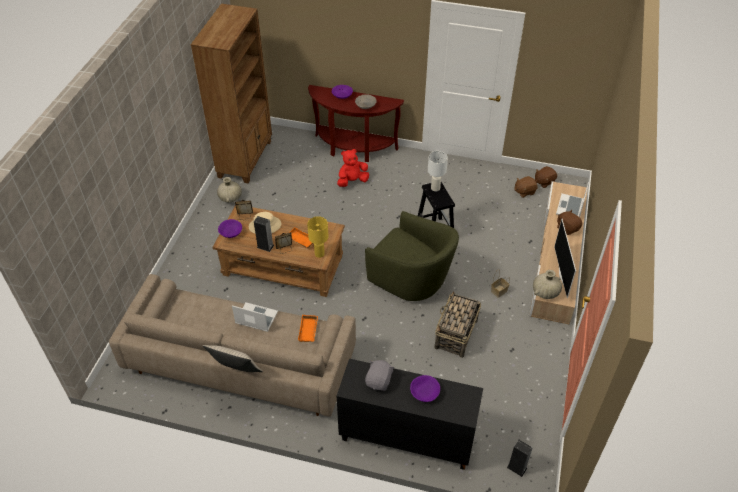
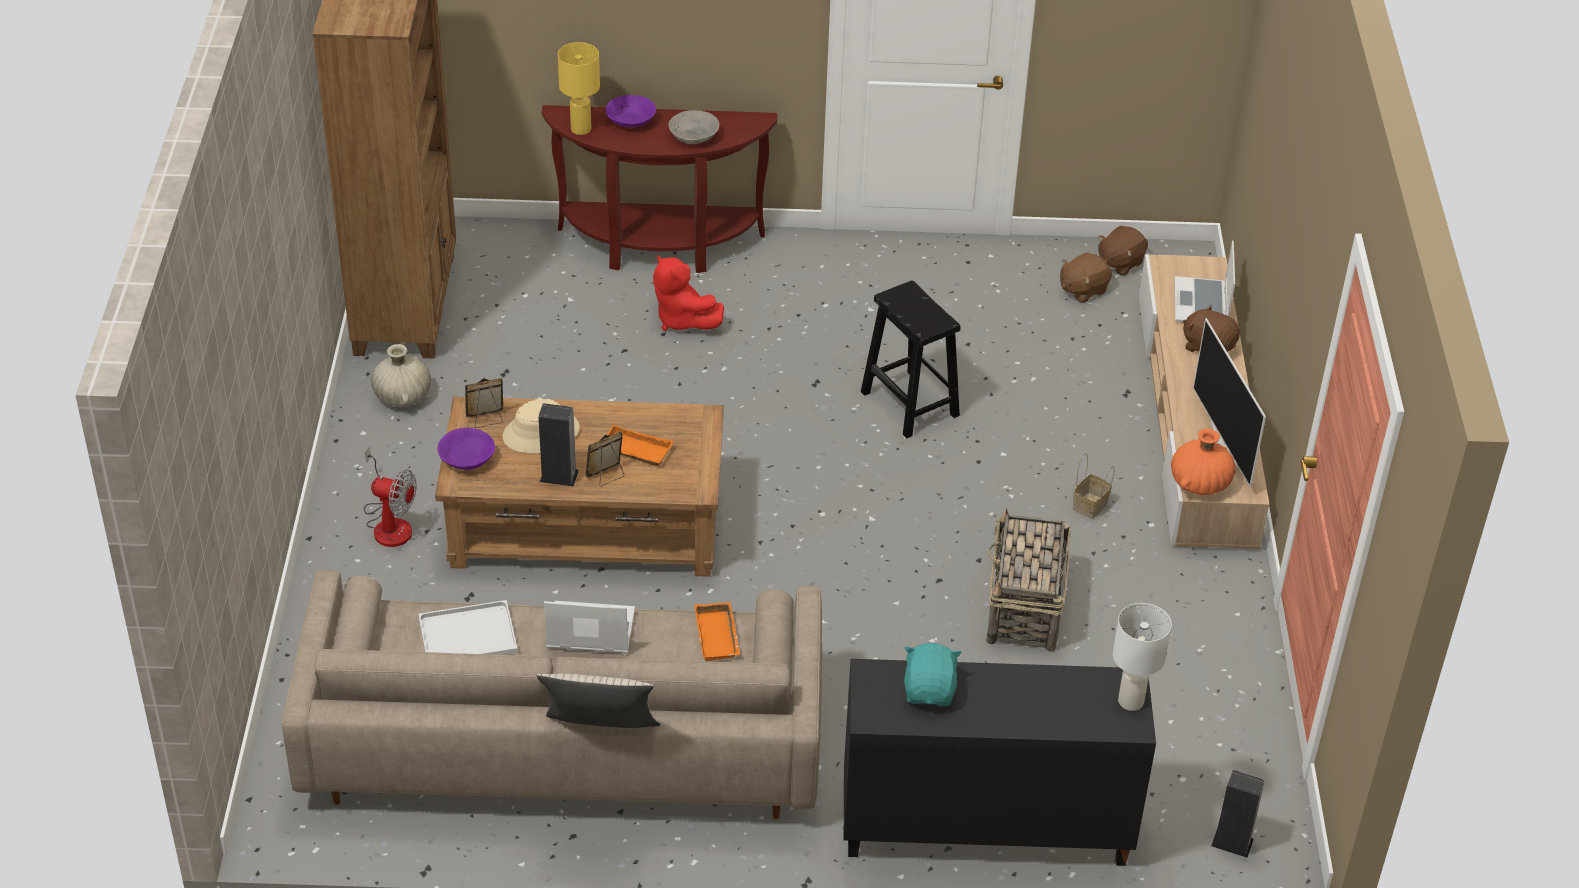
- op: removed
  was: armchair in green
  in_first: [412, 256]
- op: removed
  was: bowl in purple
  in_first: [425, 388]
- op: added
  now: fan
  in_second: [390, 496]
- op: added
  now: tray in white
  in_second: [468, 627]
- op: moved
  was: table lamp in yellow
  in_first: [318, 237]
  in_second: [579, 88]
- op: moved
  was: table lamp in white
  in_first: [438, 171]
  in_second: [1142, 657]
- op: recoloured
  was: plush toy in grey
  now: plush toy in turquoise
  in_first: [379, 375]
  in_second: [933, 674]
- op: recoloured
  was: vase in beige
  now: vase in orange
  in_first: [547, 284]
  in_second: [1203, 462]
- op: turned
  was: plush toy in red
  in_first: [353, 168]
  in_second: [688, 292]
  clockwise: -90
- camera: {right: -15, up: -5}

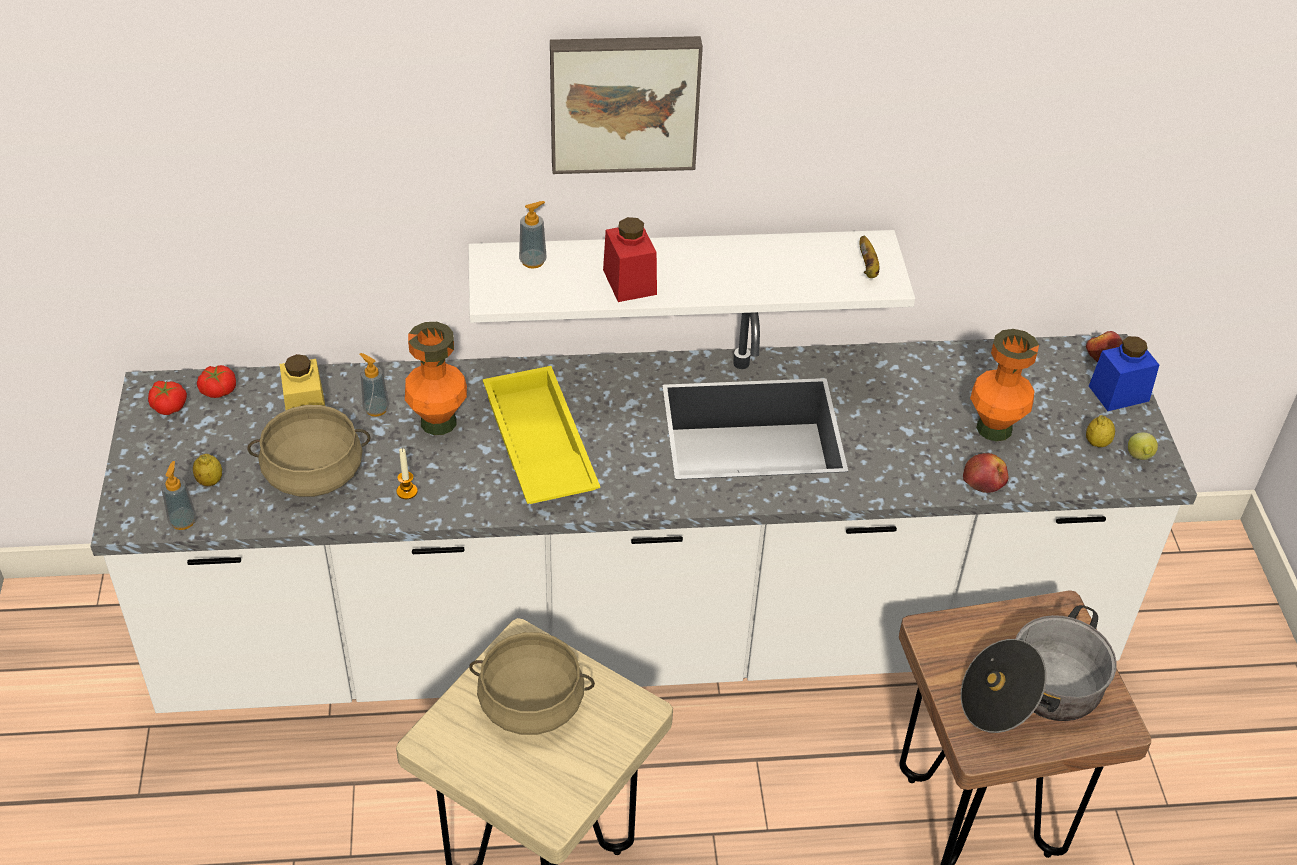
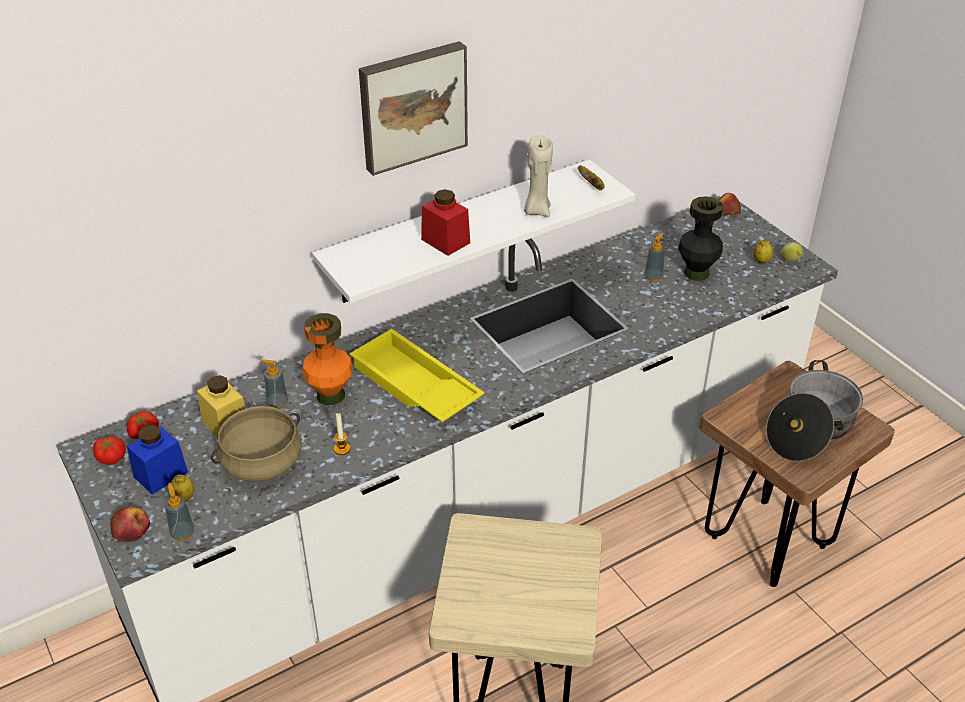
- op: removed
  was: cooking pot in beige
  in_first: [532, 683]
- op: added
  now: candle in beige
  in_second: [538, 176]
- op: moved
  was: soap dispenser
  in_first: [533, 235]
  in_second: [655, 257]
- op: moved
  was: apple
  in_first: [986, 473]
  in_second: [130, 524]
- op: moved
  was: jar in blue
  in_first: [1124, 373]
  in_second: [157, 460]
- op: recoloured
  was: vase in orange
  now: vase in black
  in_first: [1004, 385]
  in_second: [700, 238]
- camera: {right: -25, up: -5}

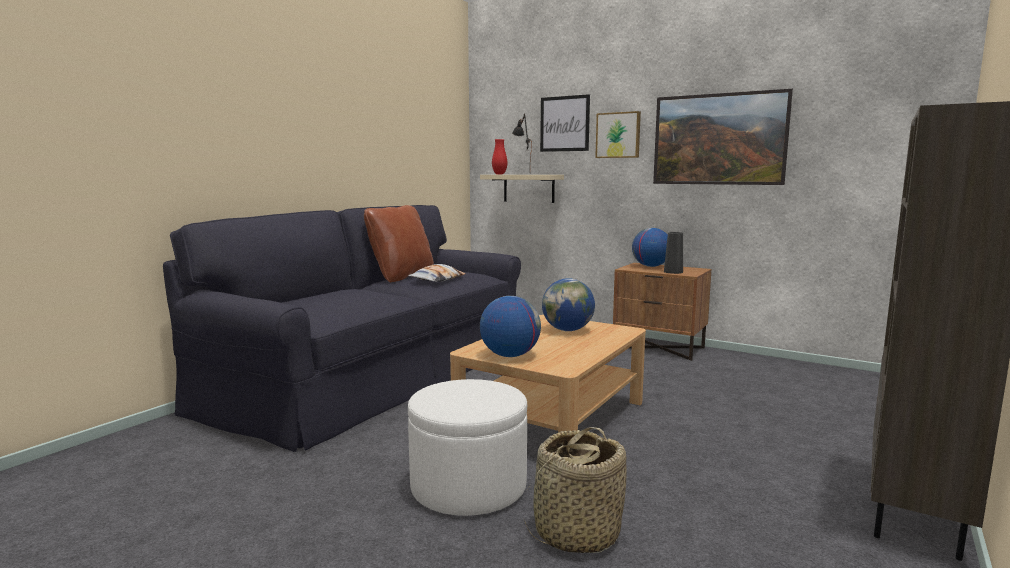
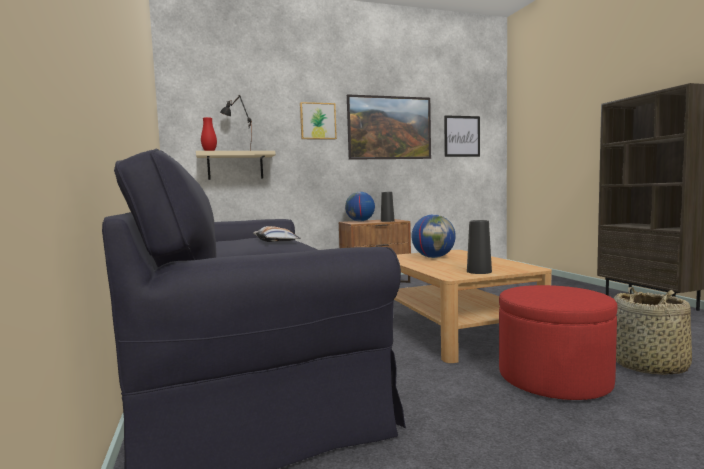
- op: removed
  was: pillow in brown
  in_first: [399, 244]
- op: moved
  was: picture
  in_first: [565, 123]
  in_second: [462, 136]
- op: replaced
  was: globe
  now: vase in black
  in_first: [510, 326]
  in_second: [479, 247]
- op: recoloured
  was: ottoman in white
  now: ottoman in red
  in_first: [467, 447]
  in_second: [558, 342]
- camera: {right: -50, up: -5}

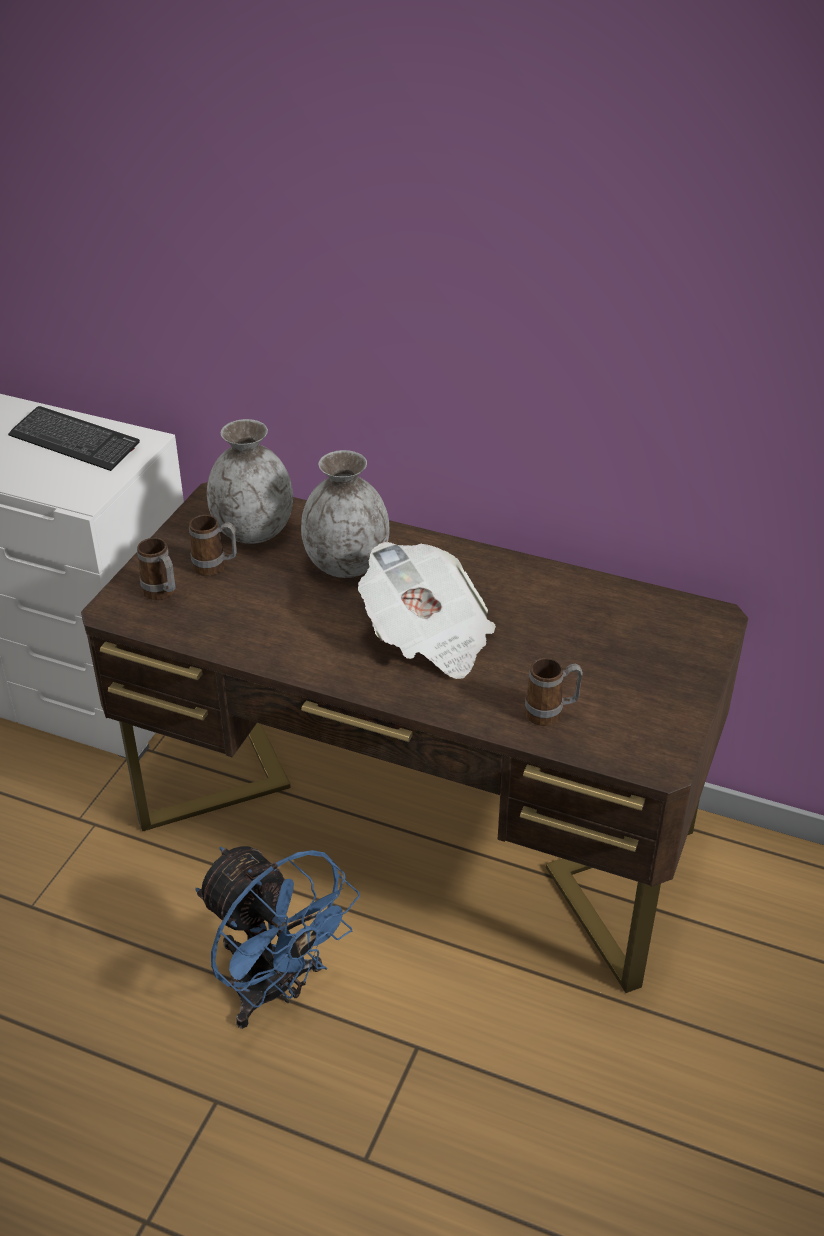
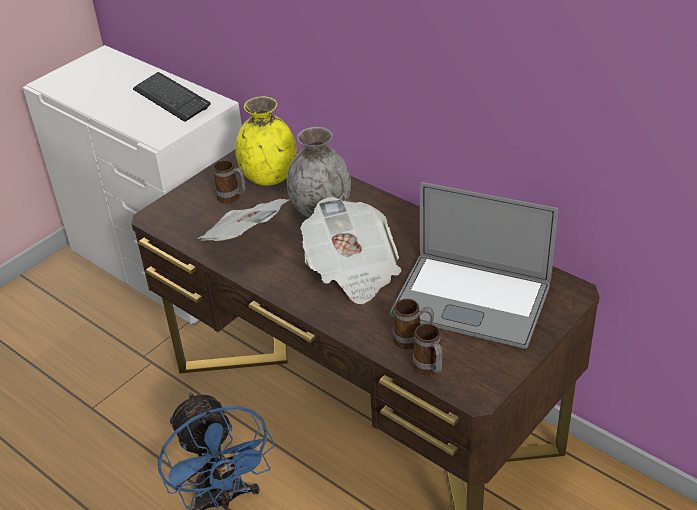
- op: added
  now: newspaper
  in_second: [243, 220]
- op: added
  now: laptop
  in_second: [474, 265]
- op: moved
  was: mug
  in_first: [156, 569]
  in_second: [427, 350]
- op: recoloured
  was: vase in grey
  now: vase in yellow
  in_first: [250, 481]
  in_second: [266, 141]
- camera: {right: 20, up: 0}

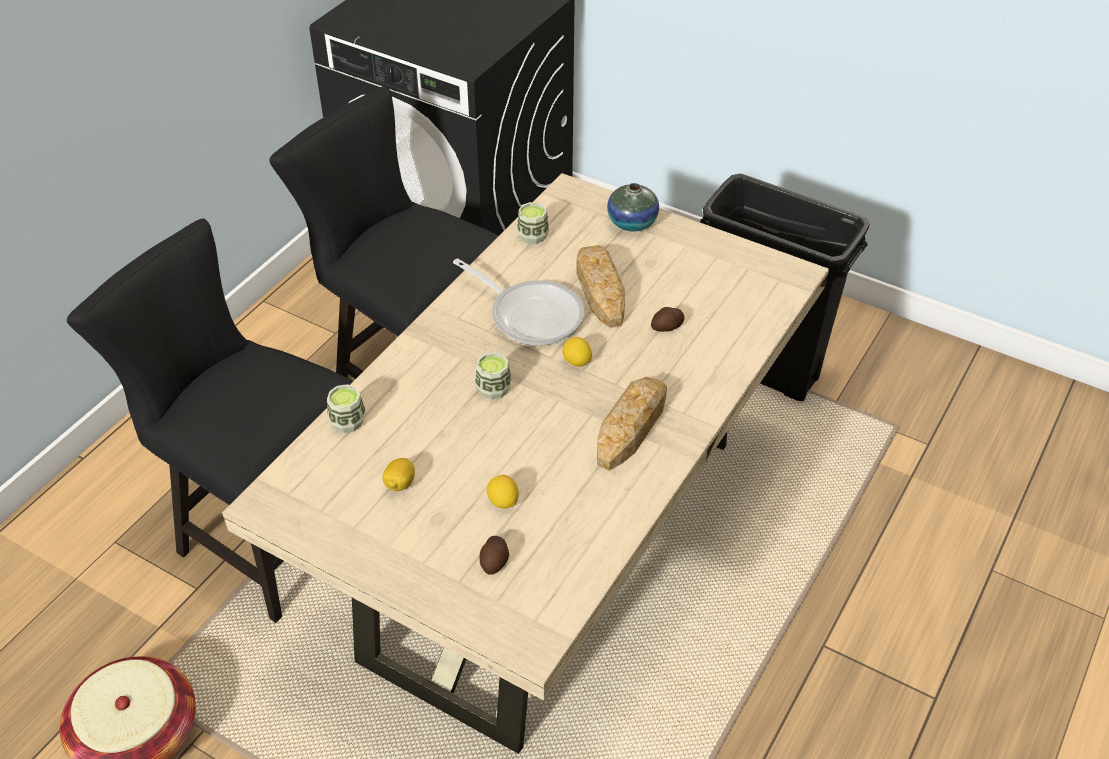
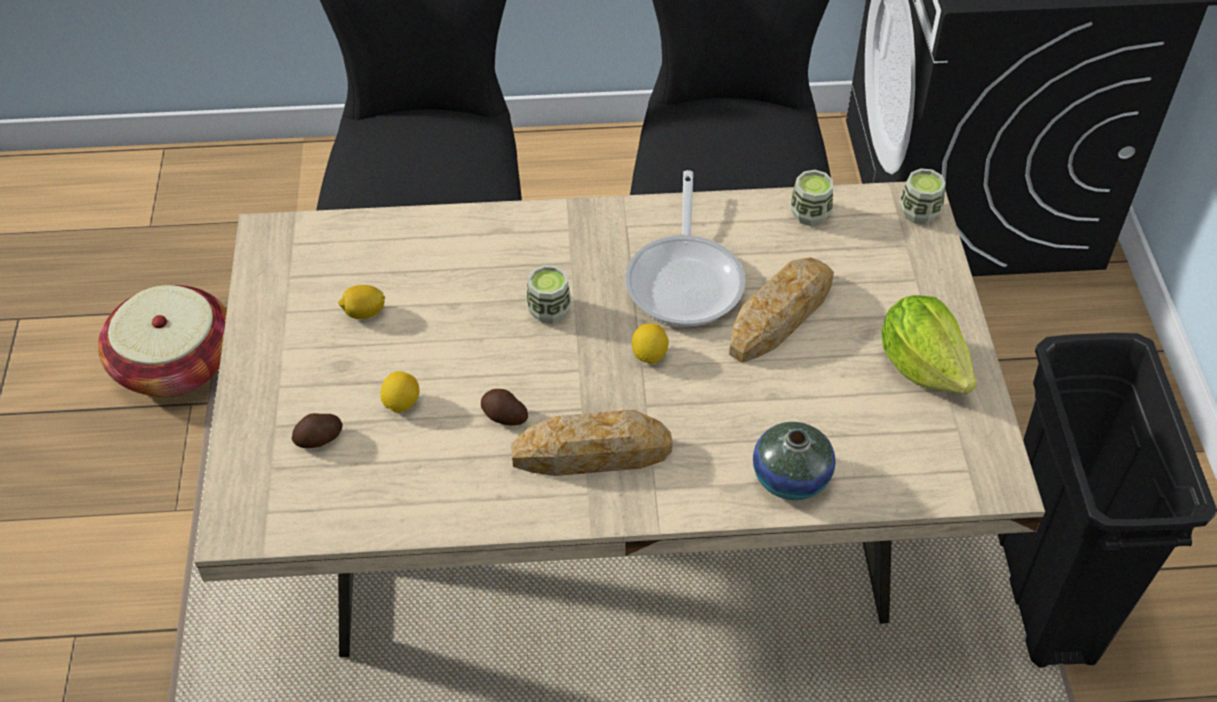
- op: added
  now: lettuce
  in_second: [929, 344]
- op: moved
  was: cup
  in_first: [346, 408]
  in_second: [922, 196]
- op: moved
  was: vase
  in_first: [633, 207]
  in_second: [794, 461]
- op: moved
  was: potato
  in_first: [667, 319]
  in_second: [504, 407]
- camera: {right: 55, up: 5}

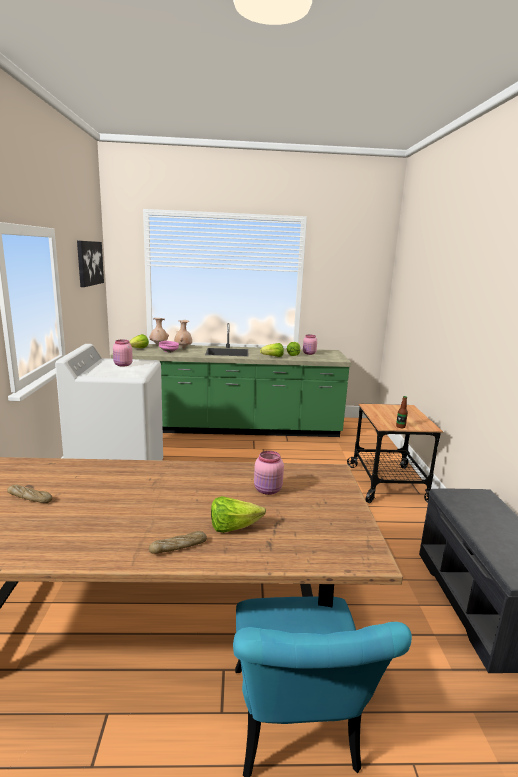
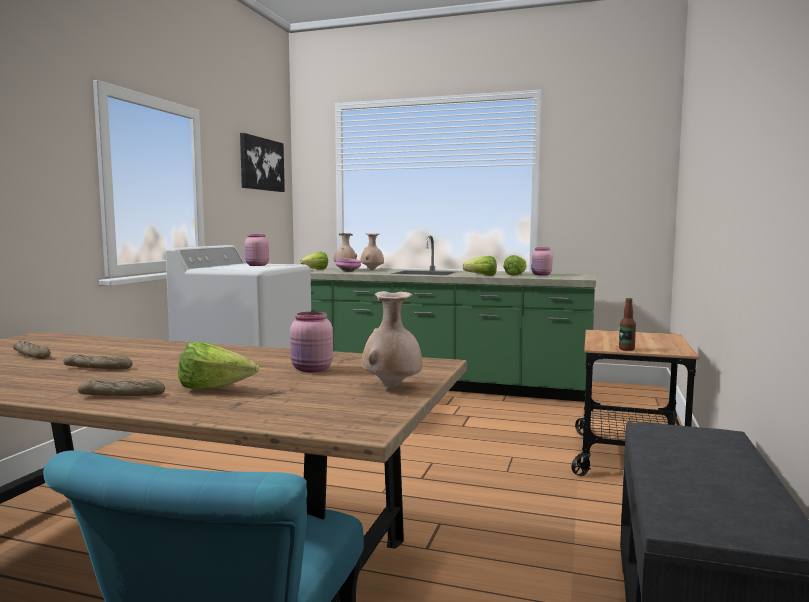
- op: added
  now: bread
  in_second: [98, 361]
- op: added
  now: vase in beige
  in_second: [391, 339]
- camera: {right: 20, up: -10}

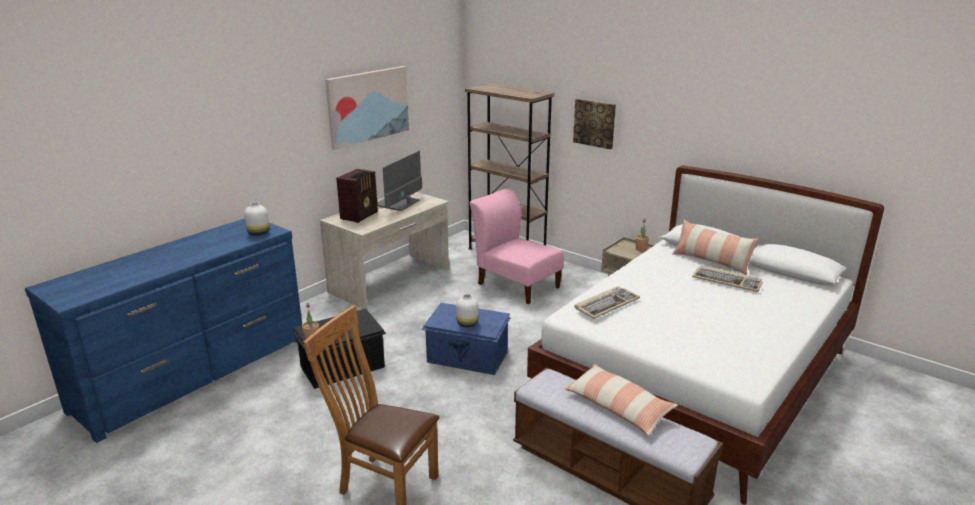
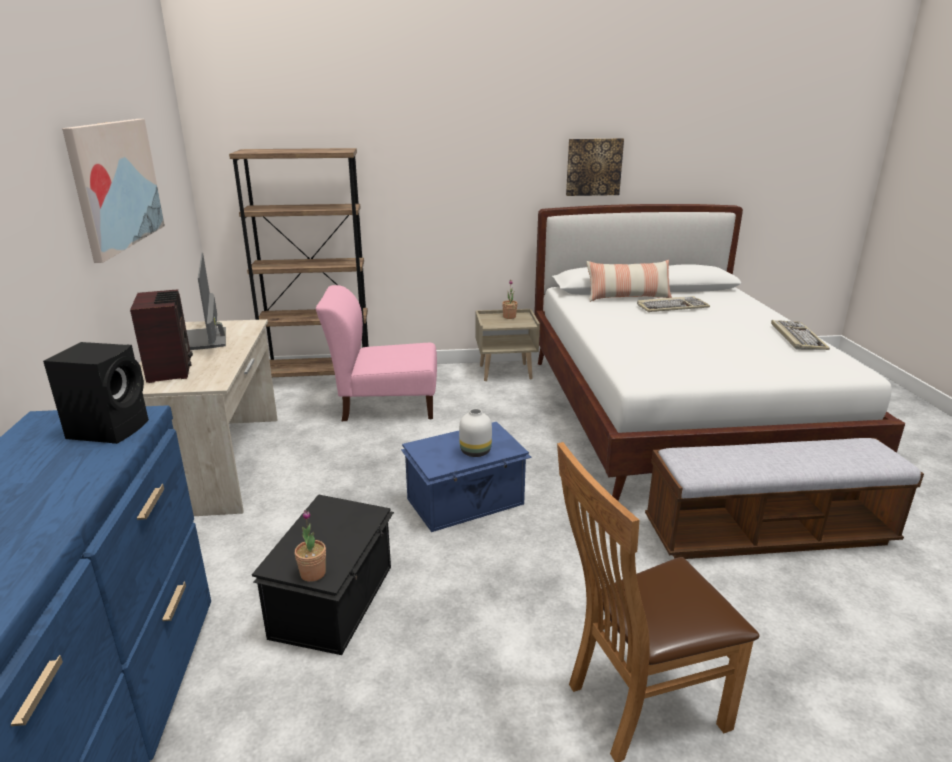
- op: removed
  was: pillow
  in_first: [621, 399]
- op: moved
  was: picture
  in_first: [594, 124]
  in_second: [595, 167]
- op: moved
  was: keyboard
  in_first: [607, 302]
  in_second: [800, 335]
- op: replaced
  was: vase in white
  now: speaker in black
  in_first: [257, 219]
  in_second: [96, 393]
- camera: {right: -45, up: 0}

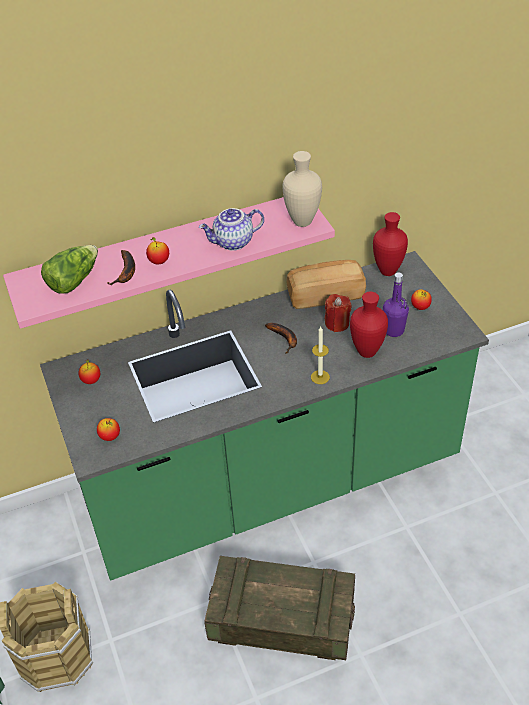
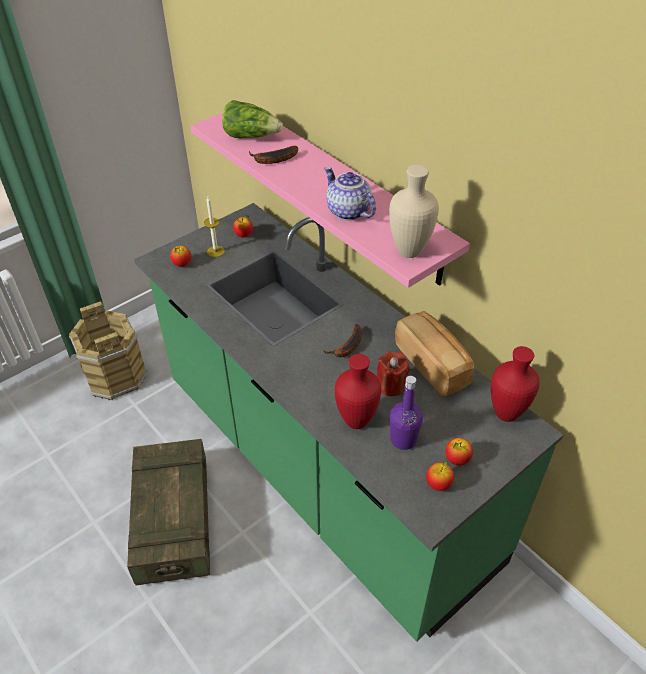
- op: moved
  was: apple
  in_first: [157, 250]
  in_second: [440, 476]
- op: moved
  was: candle
  in_first: [320, 355]
  in_second: [214, 227]
- camera: {right: 70, up: 0}

